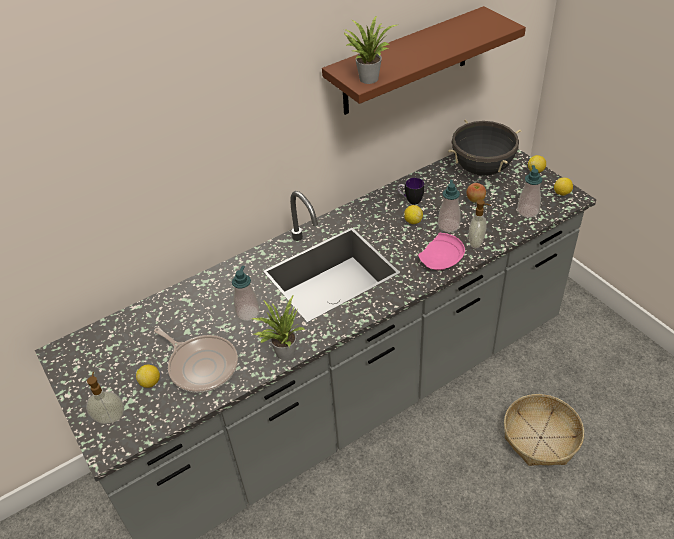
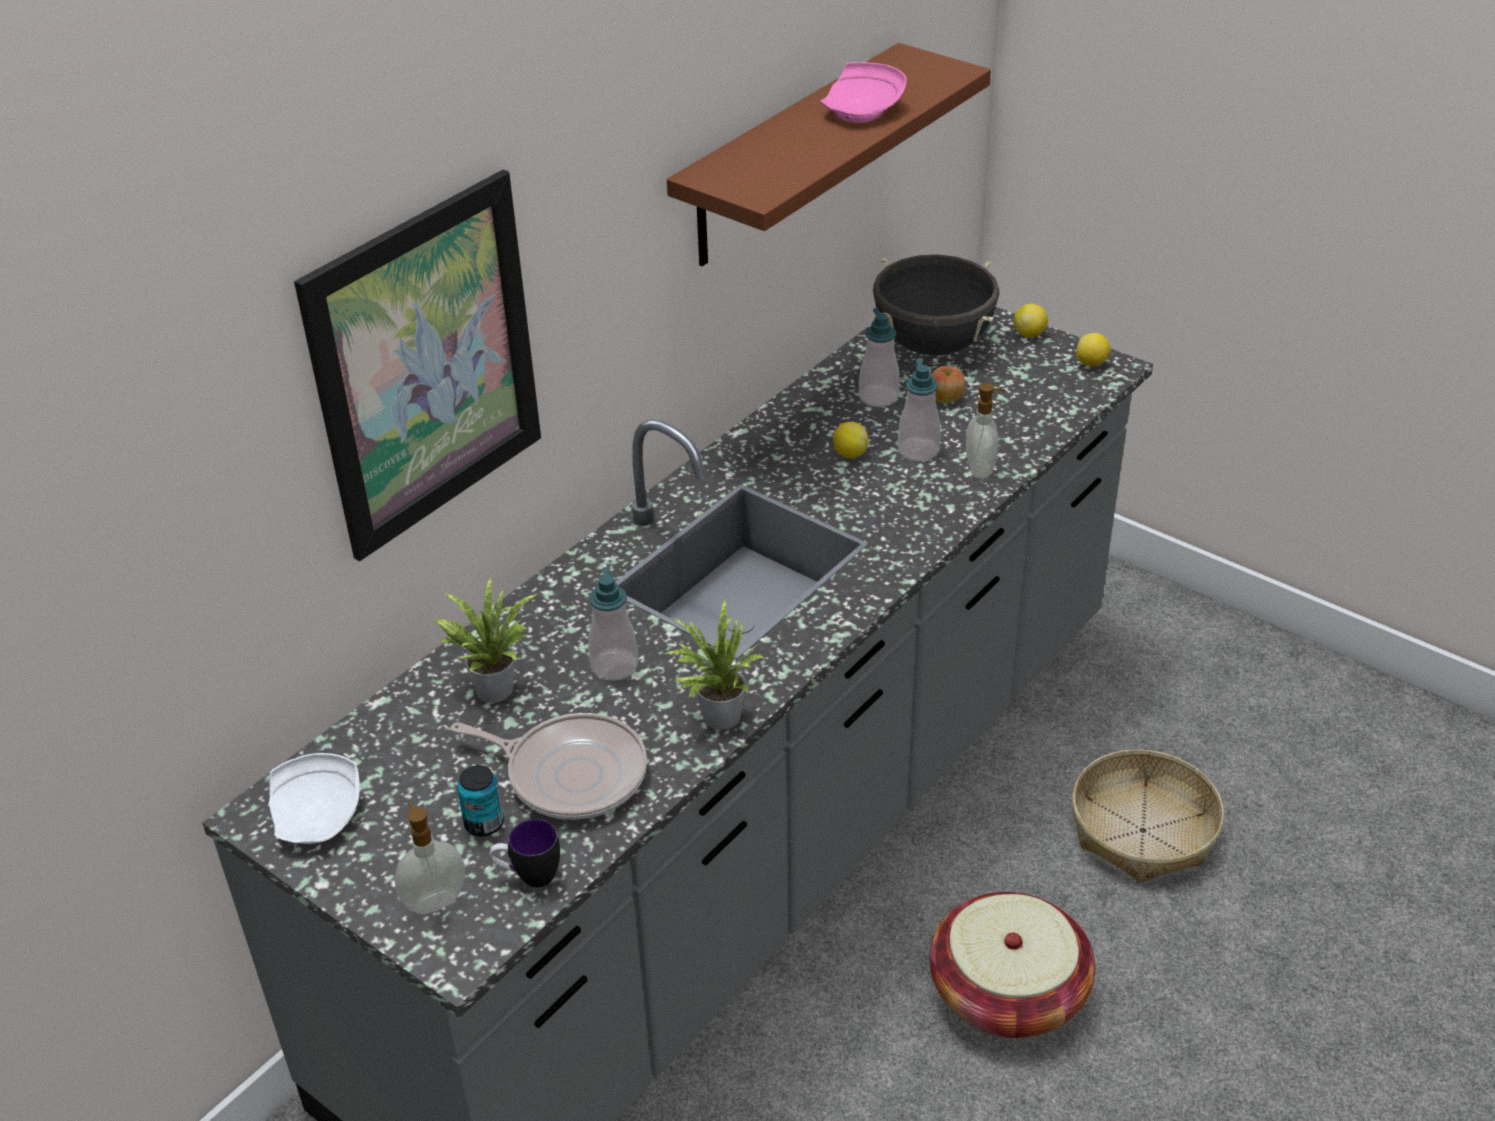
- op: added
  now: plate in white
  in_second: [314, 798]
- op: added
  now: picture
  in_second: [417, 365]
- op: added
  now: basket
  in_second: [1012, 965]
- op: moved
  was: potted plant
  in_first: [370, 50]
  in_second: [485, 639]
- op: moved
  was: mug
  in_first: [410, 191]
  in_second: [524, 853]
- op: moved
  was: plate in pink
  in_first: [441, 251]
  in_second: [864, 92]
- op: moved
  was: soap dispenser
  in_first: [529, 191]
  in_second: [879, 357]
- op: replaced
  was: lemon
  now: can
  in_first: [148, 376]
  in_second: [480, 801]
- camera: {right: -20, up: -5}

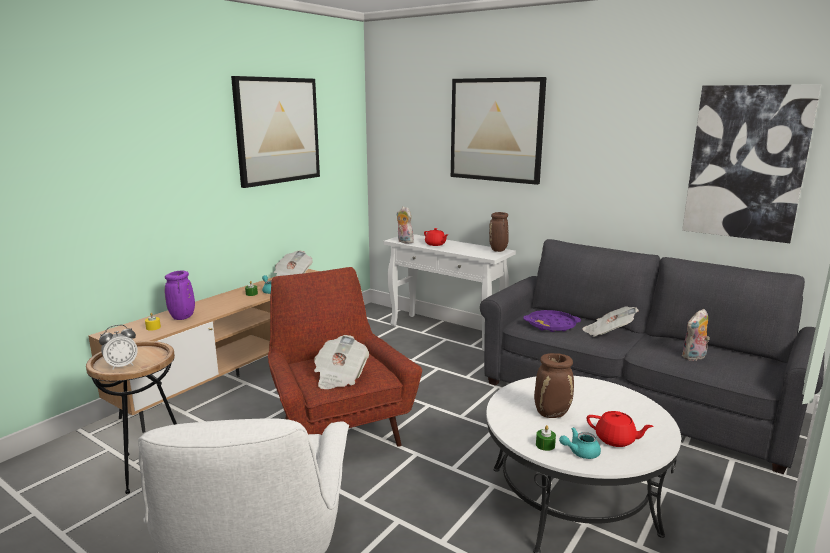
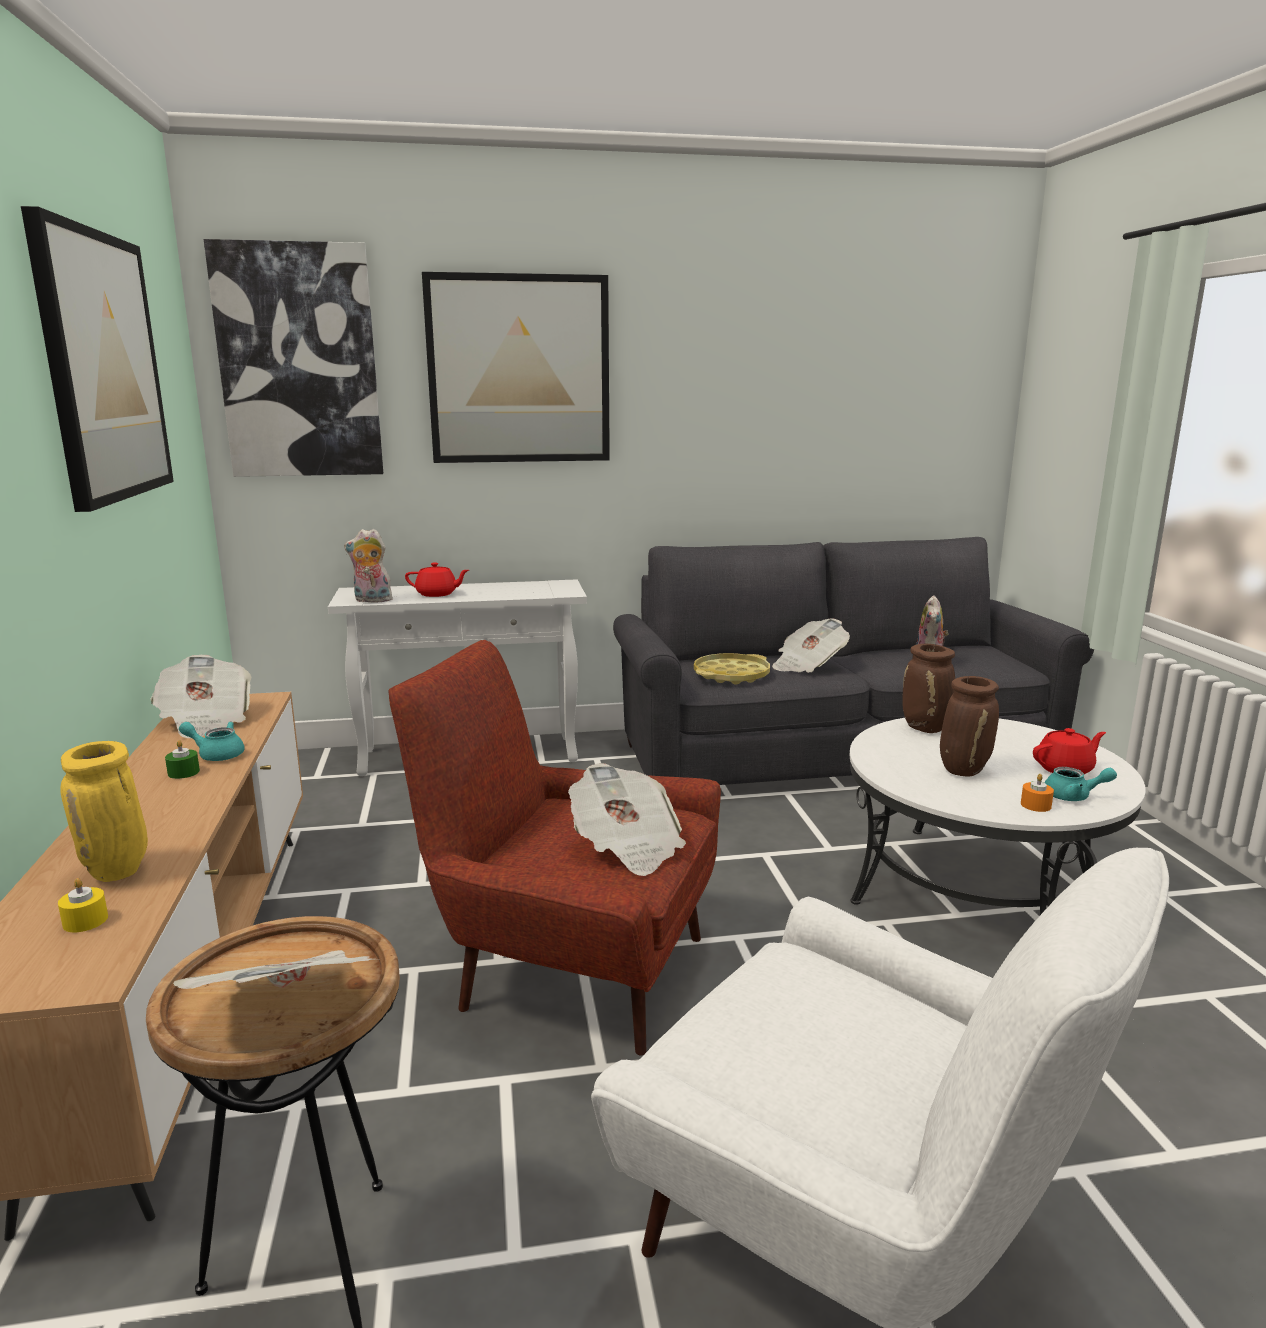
- op: moved
  was: vase in brown
  in_first: [499, 232]
  in_second: [928, 688]
- op: moved
  was: picture
  in_first: [751, 163]
  in_second: [293, 358]
- op: replaced
  was: alarm clock
  now: newspaper
  in_first: [118, 347]
  in_second: [273, 969]
- op: recoloured
  was: vase in purple
  now: vase in yellow
  in_first: [179, 295]
  in_second: [104, 811]
- op: recoloured
  was: tray in purple
  now: tray in yellow
  in_first: [552, 321]
  in_second: [732, 669]
- op: recoloured
  was: candle in green
  now: candle in orange
  in_first: [546, 438]
  in_second: [1037, 793]
- op: turned
  was: teapot in turquoise
  in_first: [580, 443]
  in_second: [1081, 784]
  clockwise: -105
- camera: {right: -45, up: 0}

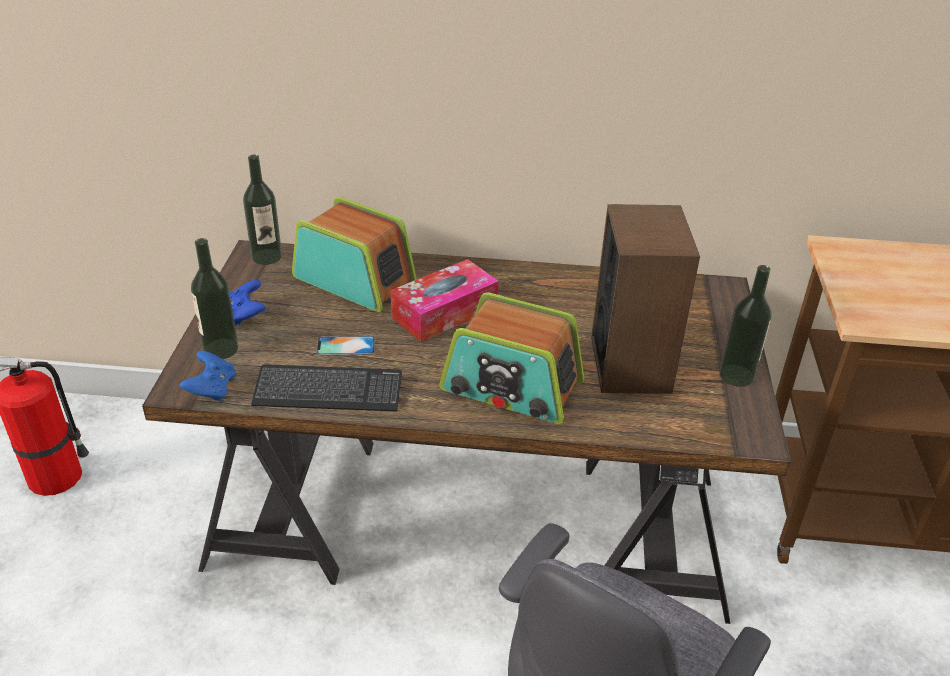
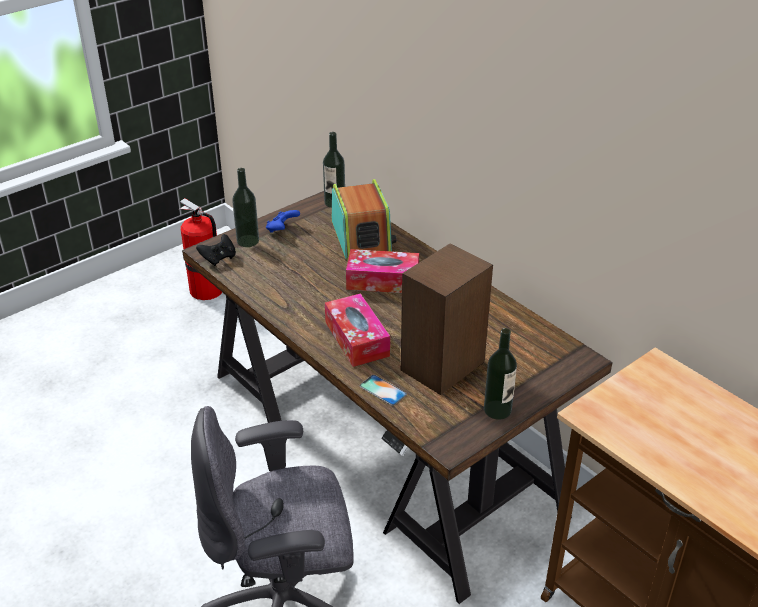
- op: removed
  was: keyboard
  in_first: [326, 387]
- op: moved
  was: phone
  in_first: [345, 346]
  in_second: [383, 390]
- op: replaced
  was: radio
  now: tissue box
  in_first: [511, 358]
  in_second: [357, 330]
- op: recoloured
  was: game controller in blue
  now: game controller in black
  in_first: [207, 376]
  in_second: [216, 250]
- camera: {right: 45, up: 0}

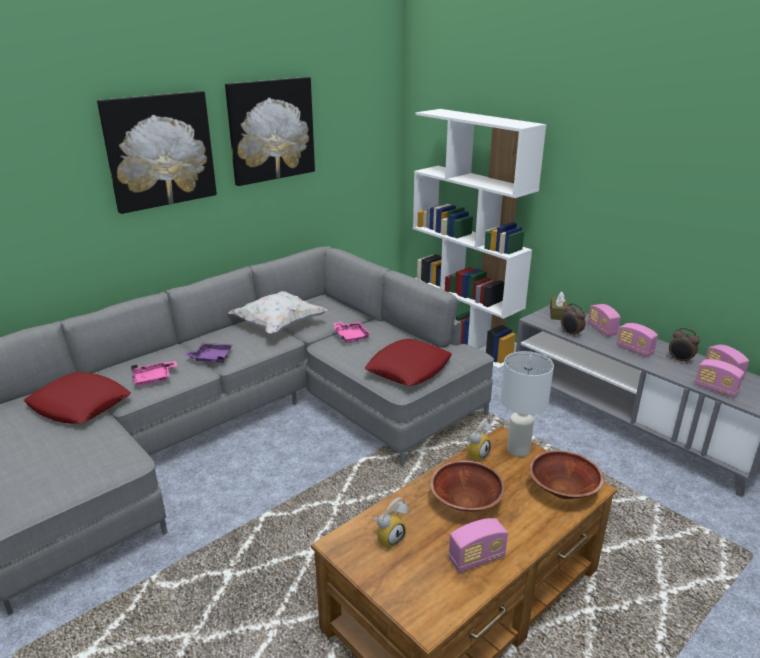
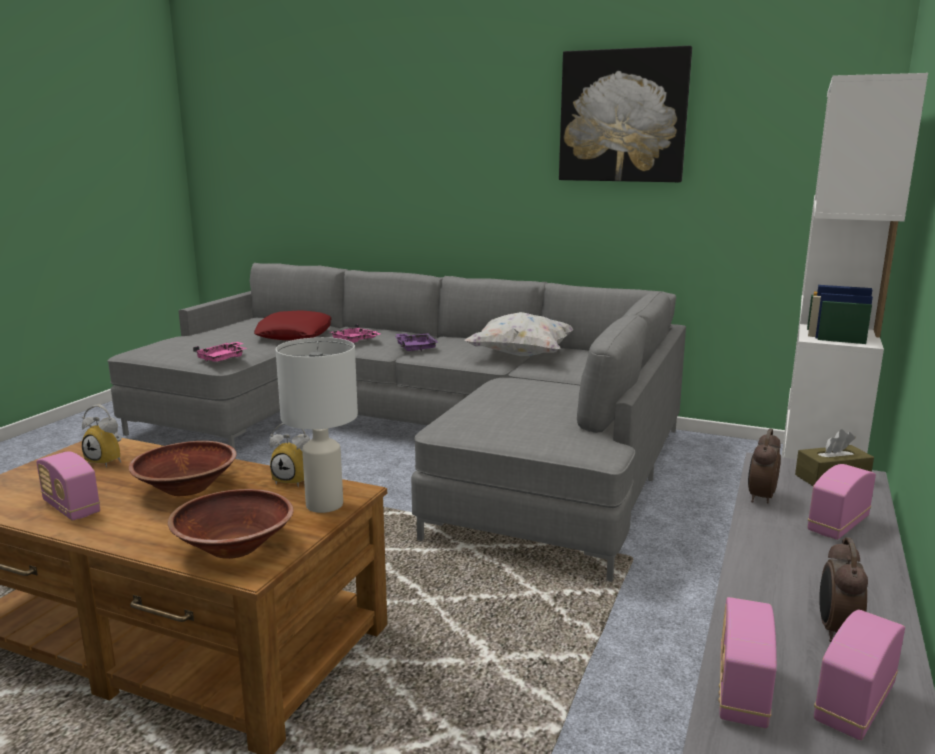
- op: removed
  was: picture
  in_first: [157, 152]
- op: removed
  was: pillow in red
  in_first: [408, 362]
- op: removed
  was: radio
  in_first: [637, 340]
- op: moved
  was: tray in pink
  in_first: [352, 332]
  in_second: [220, 352]
- camera: {right: 65, up: -10}

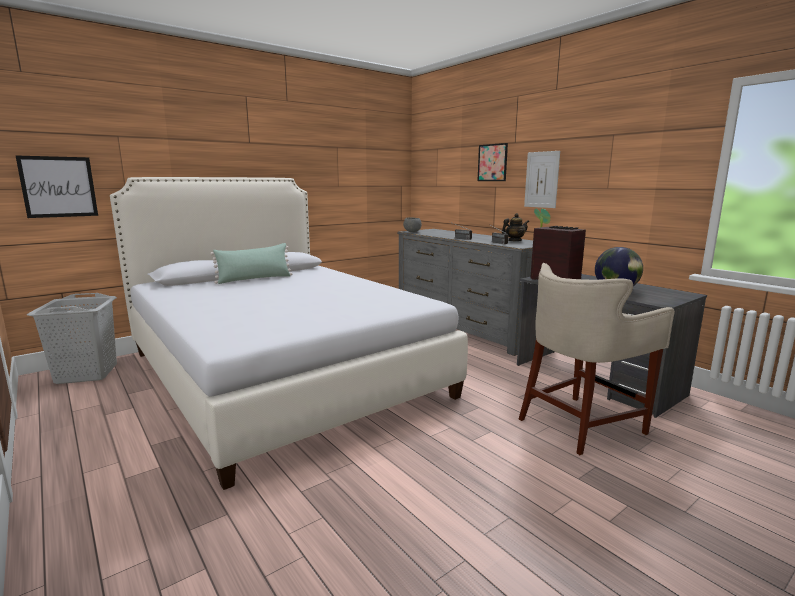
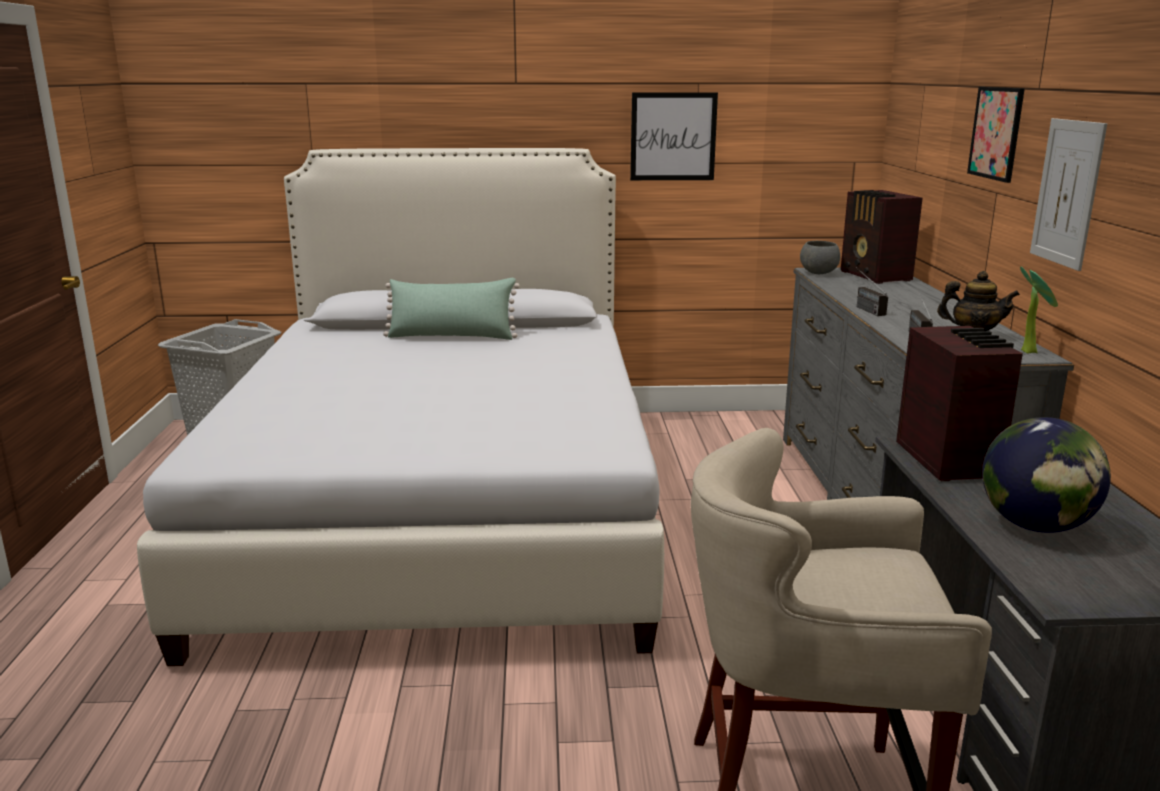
- op: added
  now: radio
  in_second: [882, 237]
- op: moved
  was: picture
  in_first: [56, 186]
  in_second: [674, 136]
- camera: {right: 35, up: 5}

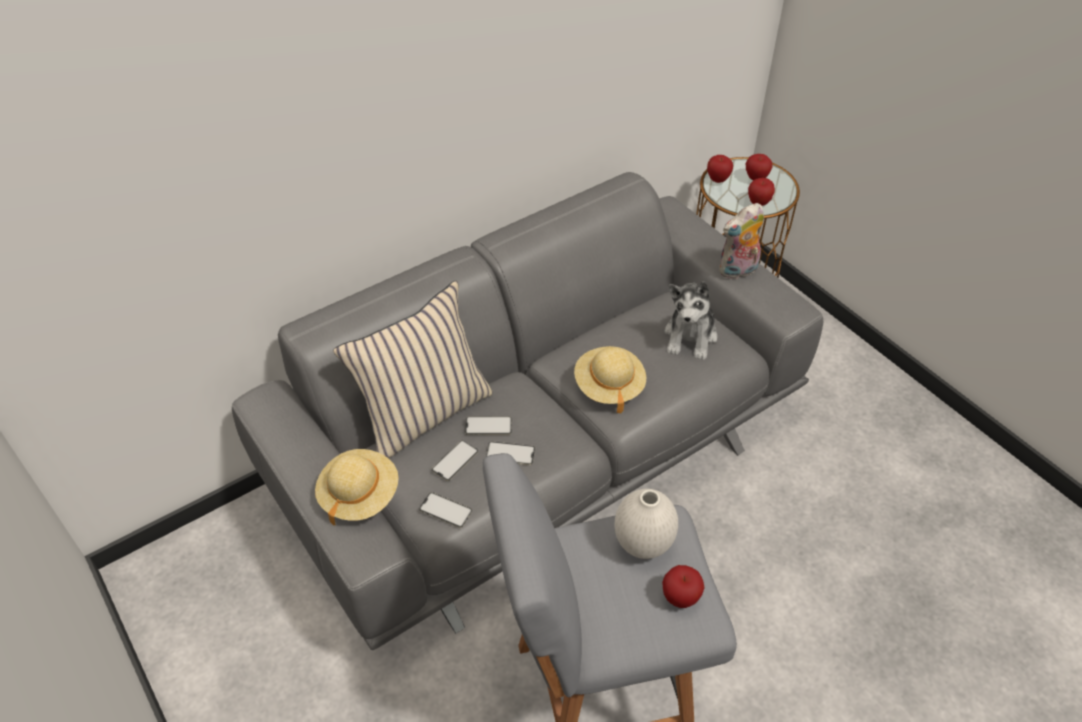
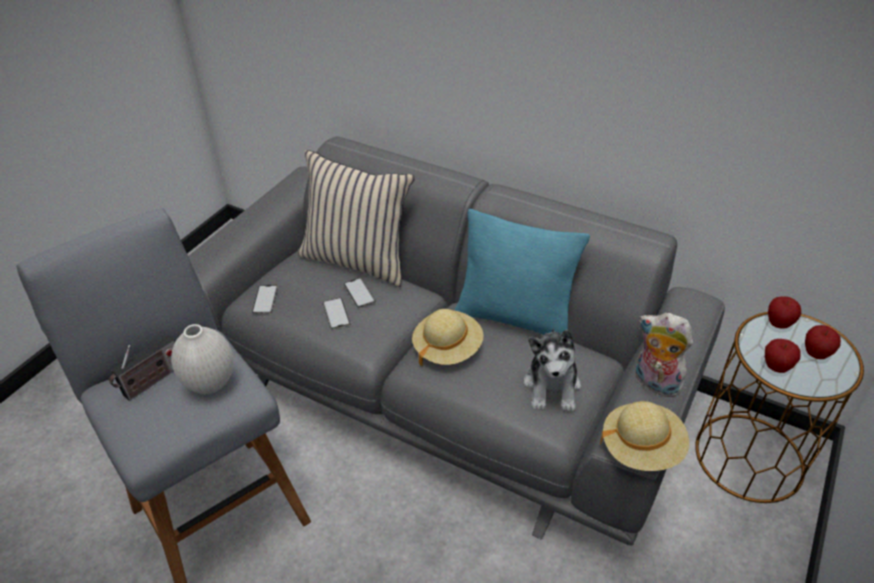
- op: removed
  was: phone
  in_first: [455, 460]
- op: removed
  was: apple
  in_first: [683, 586]
- op: added
  now: radio
  in_second: [142, 368]
- op: added
  now: pillow in turquoise
  in_second: [522, 272]
- op: moved
  was: hat in beige
  in_first: [357, 487]
  in_second: [644, 436]
- op: turned
  was: plush toy
  in_first: [690, 320]
  in_second: [552, 370]
  clockwise: -75
- camera: {right: 65, up: -5}

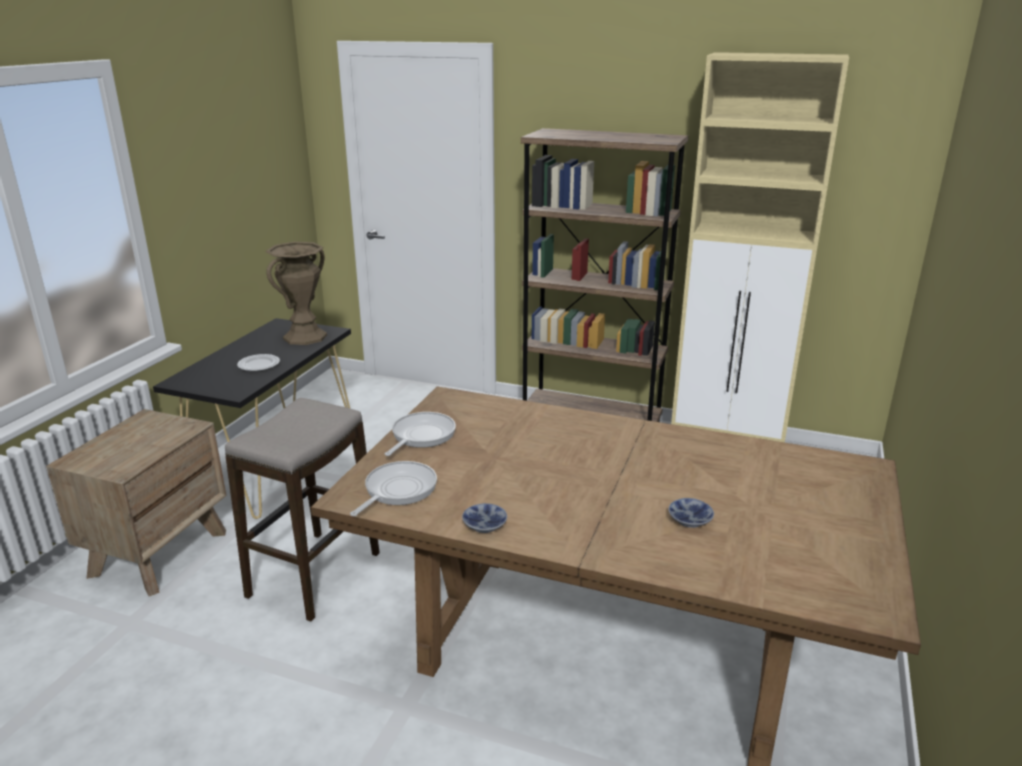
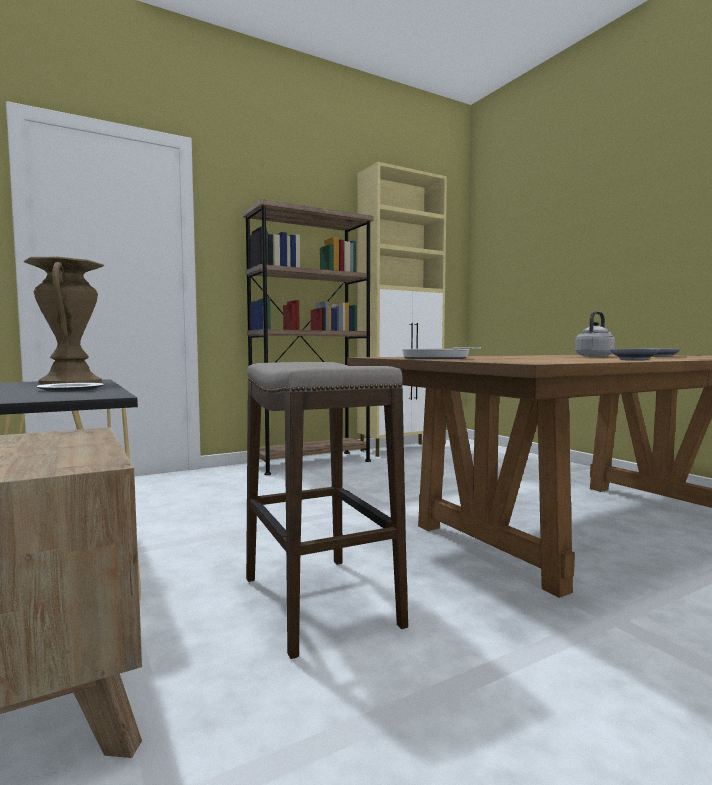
- op: removed
  was: frying pan
  in_first: [393, 488]
- op: added
  now: kettle in grey
  in_second: [595, 334]
- camera: {right: -50, up: -20}

